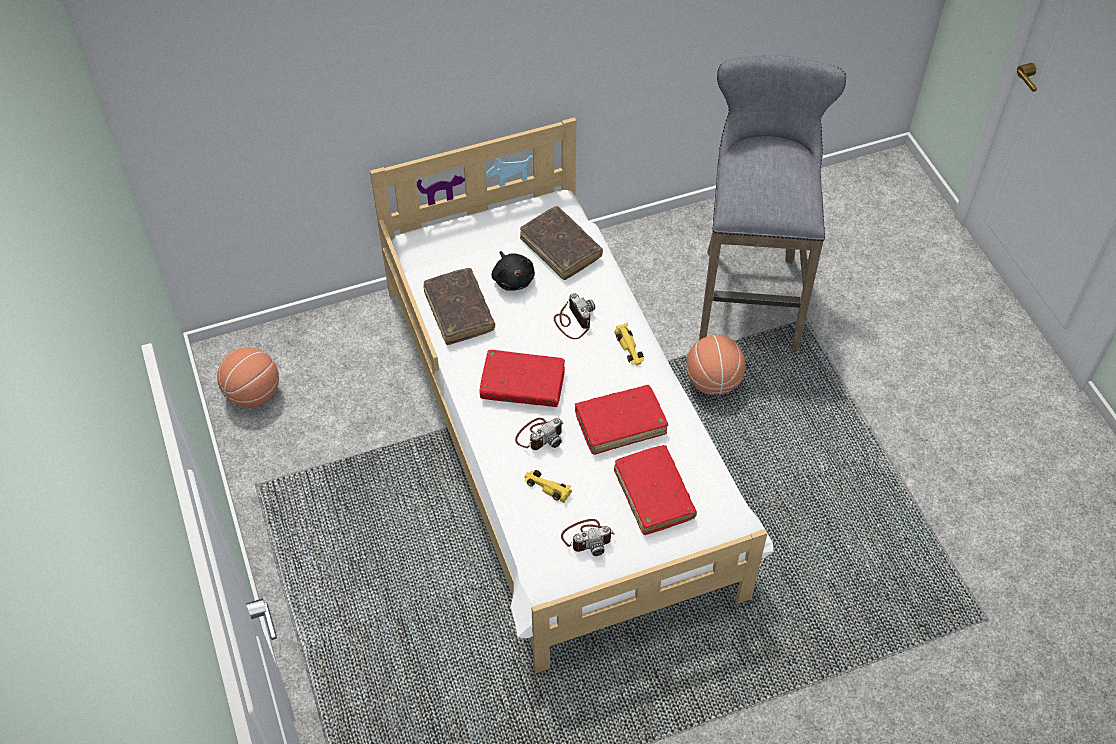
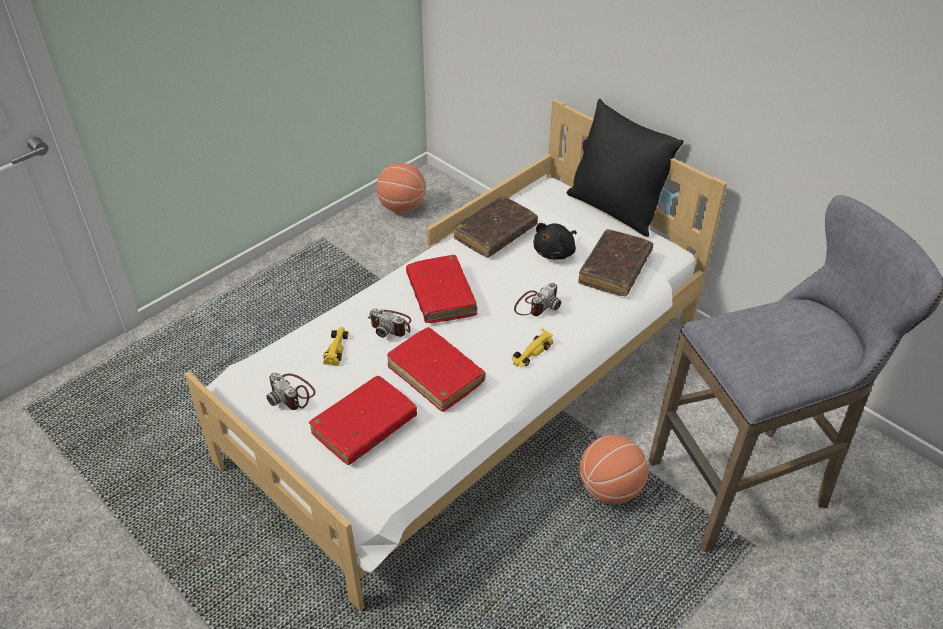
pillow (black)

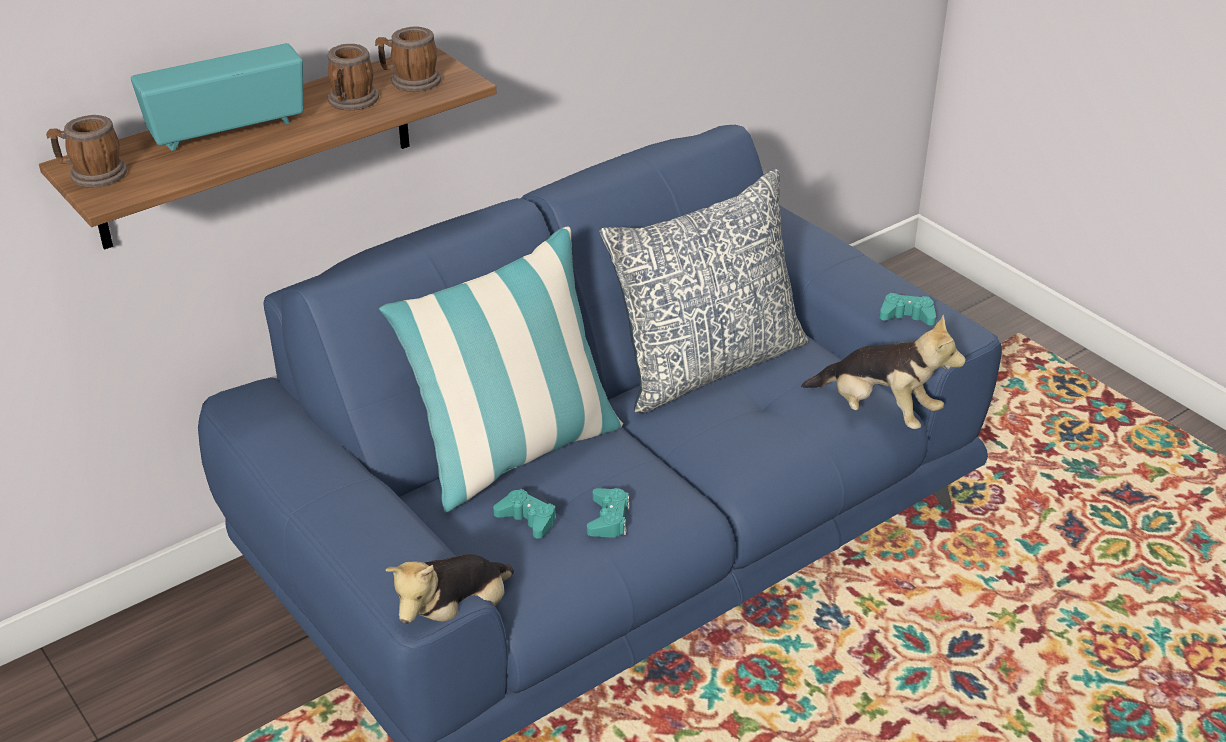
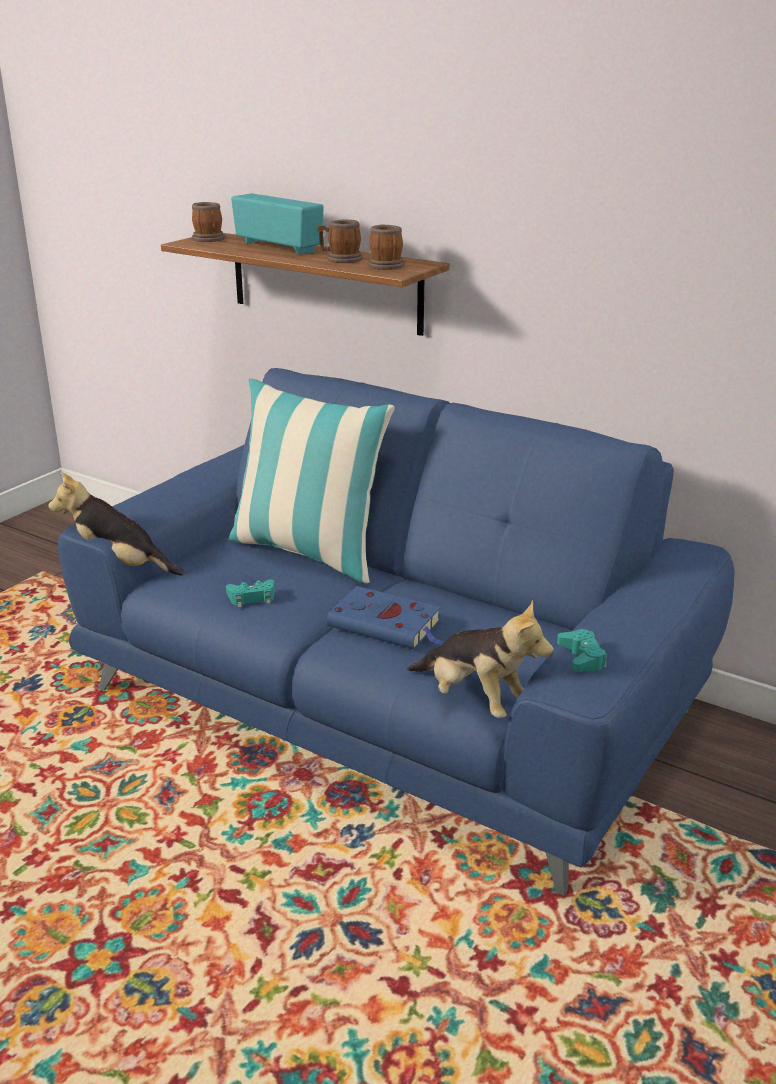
book (blue)
plush toy (2nd from left)
game controller (turquoise) (1st from left in the first image)
pillow (2nd from left in the first image)

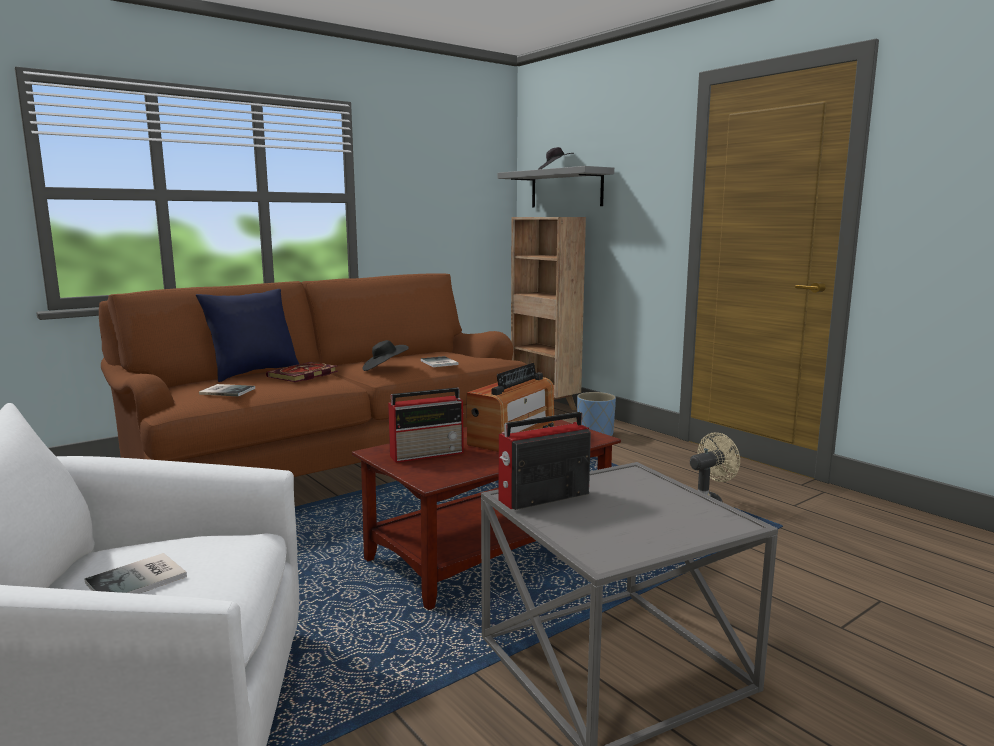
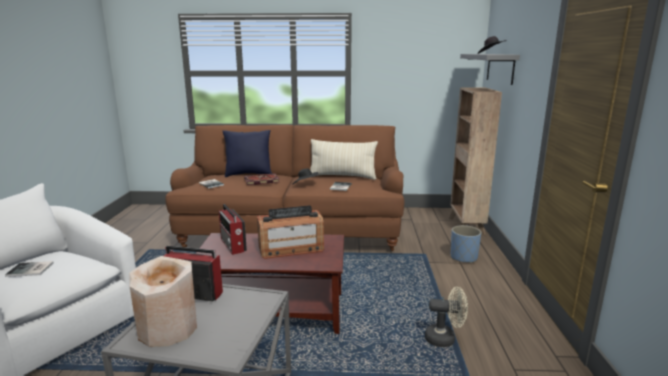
vase (beige)
radio (2nd from left)
pillow (beige)

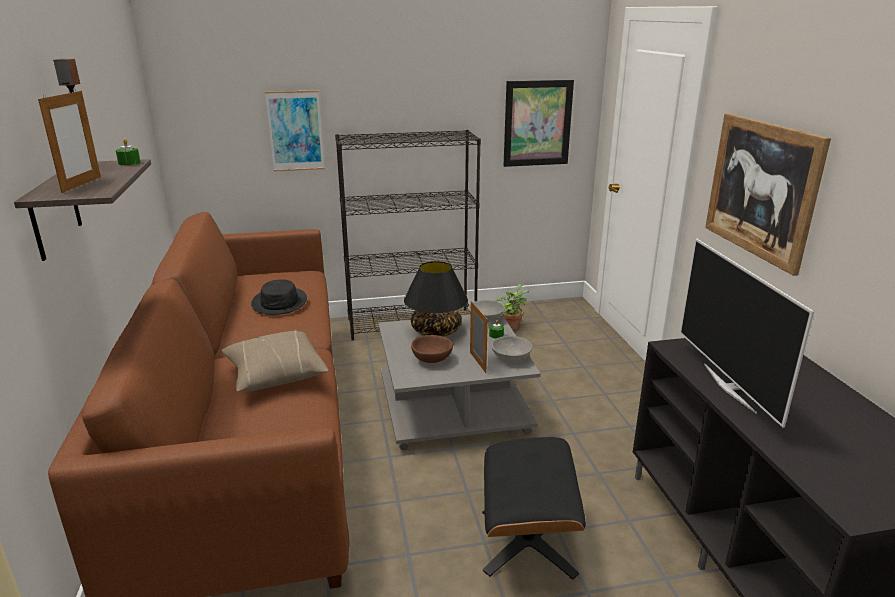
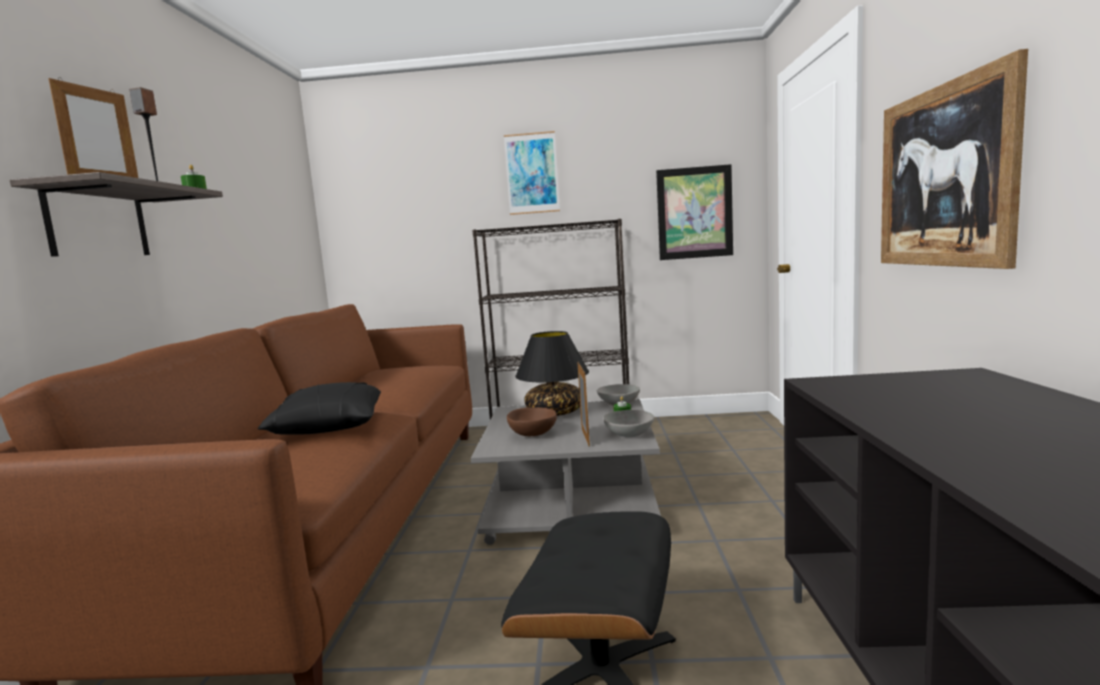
pillow (black)
picture (1st from left)
hat (black)
potted plant
television

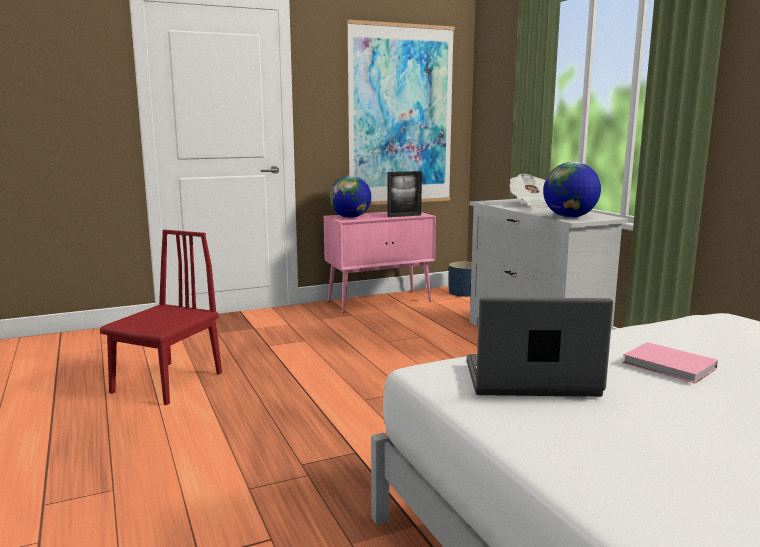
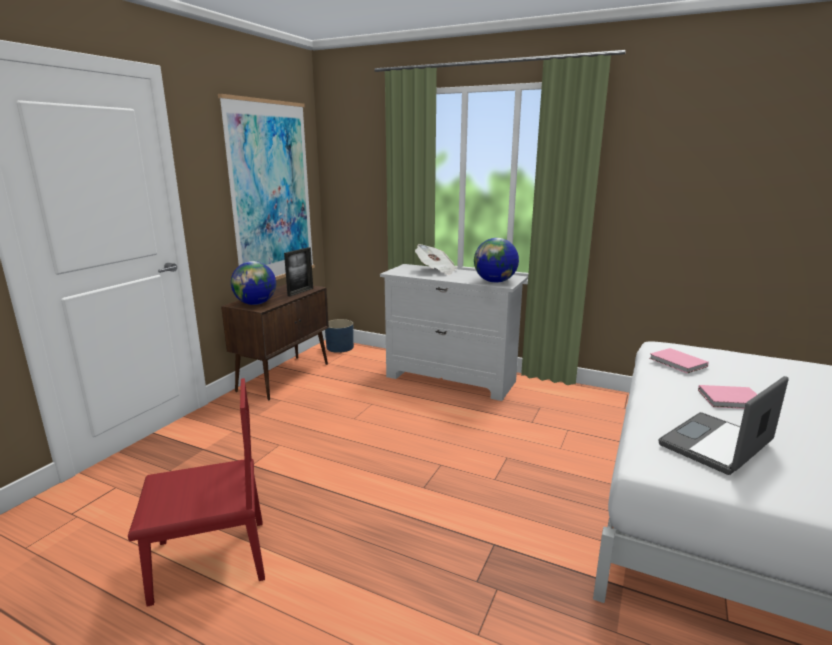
chair (red)
cabinet (brown)
book (pink) (1st from left)

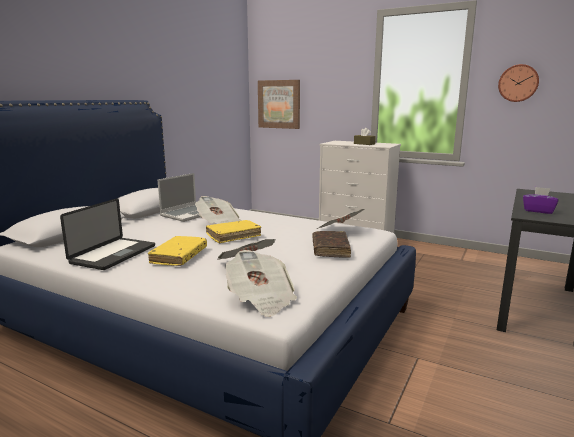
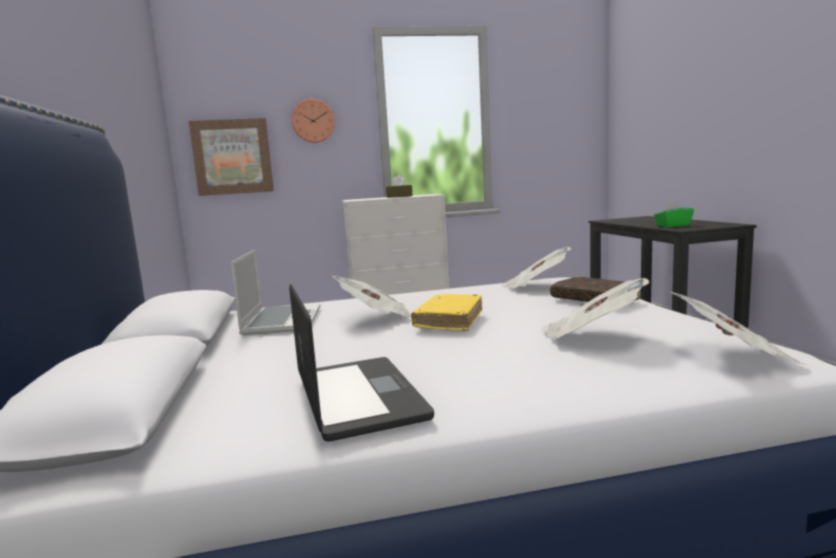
wall clock
tissue box (green)
book (yellow) (1st from left in the first image)

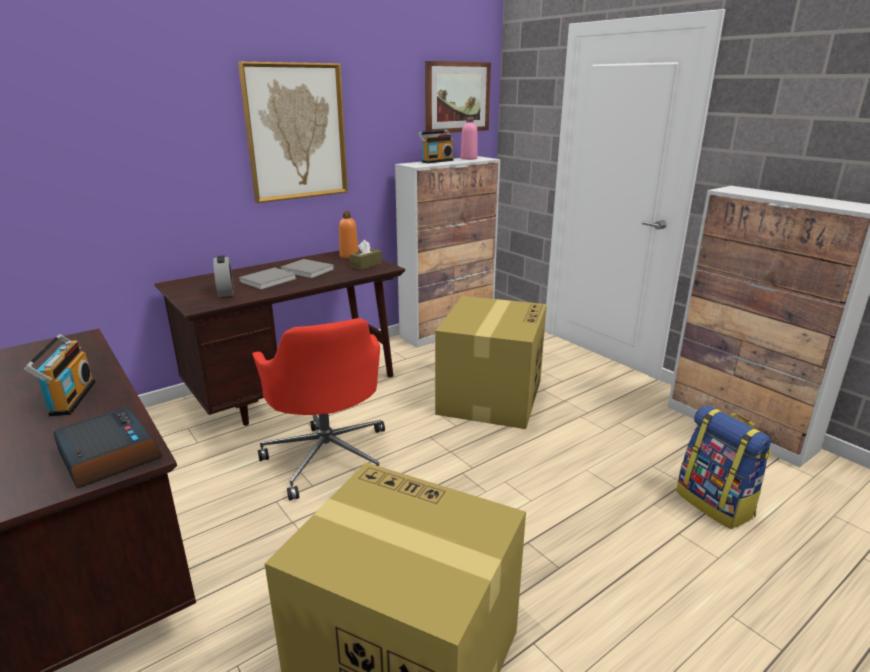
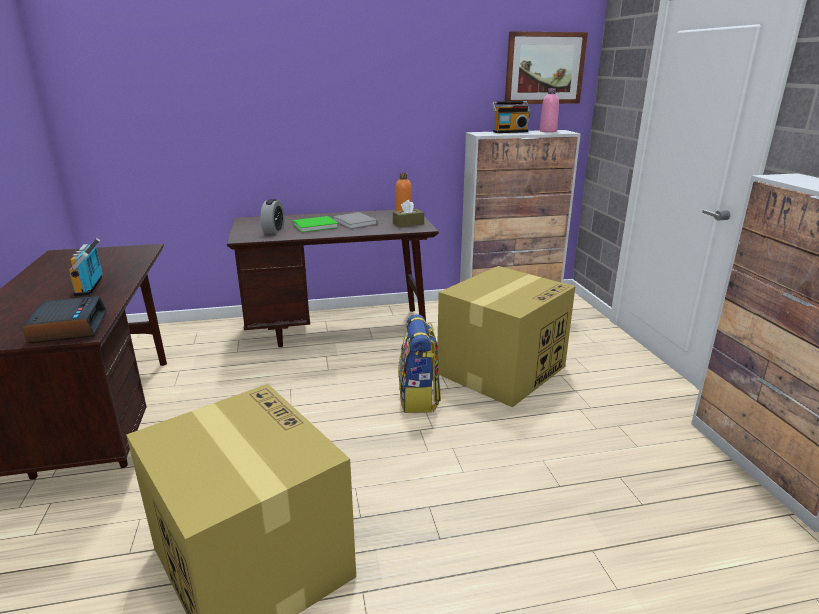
radio (1st from left)
book (green)
backpack
picture (1st from left in the first image)
office chair (red)

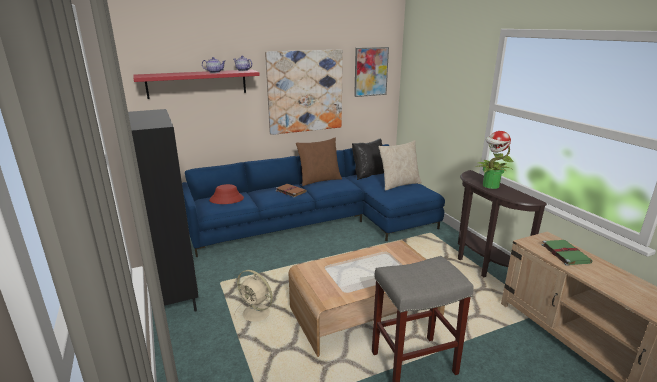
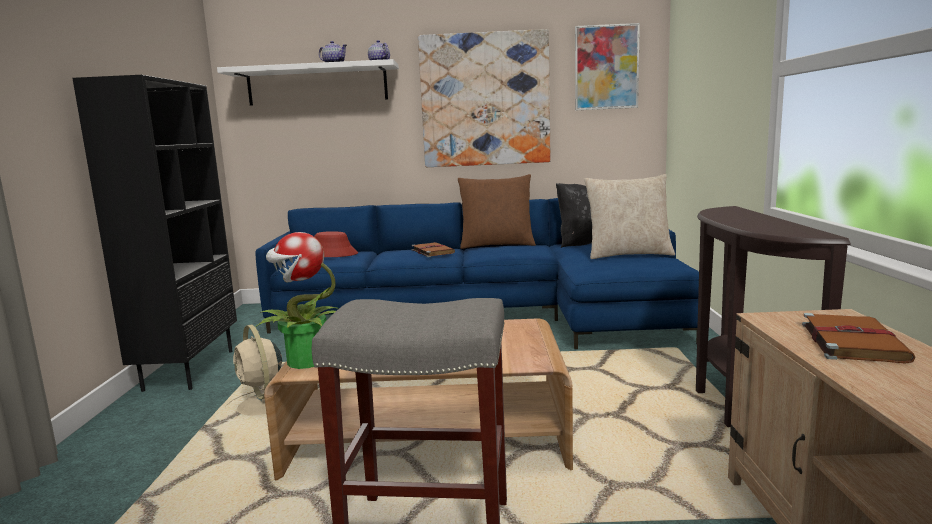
shelf (white)
potted plant
book (brown) (2nd from left)

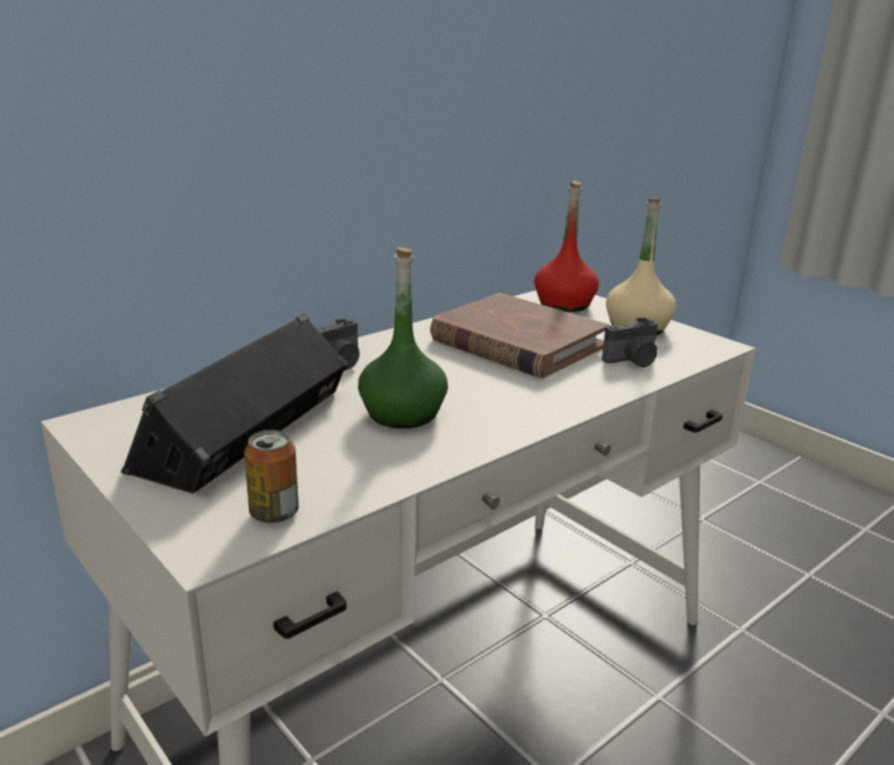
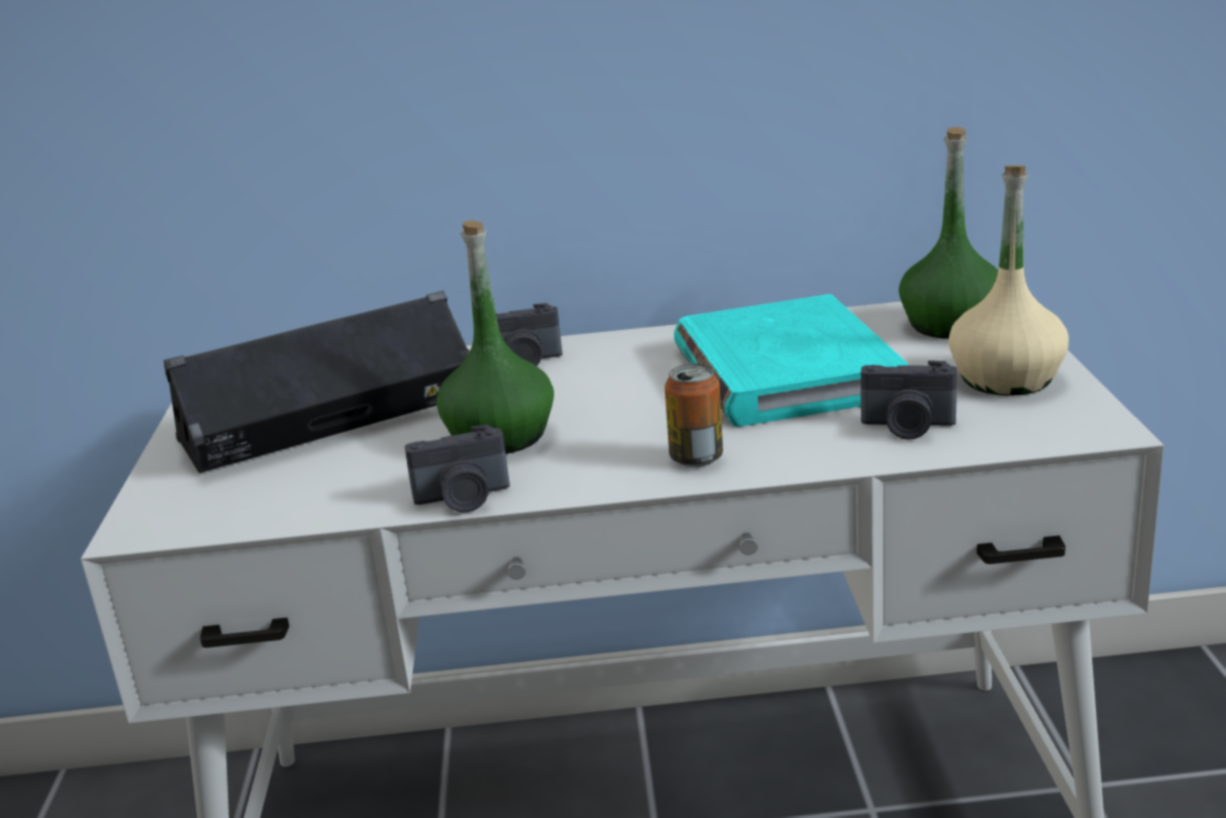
photo camera (1st from left)
can
book (turquoise)
bottle (green) (2nd from left)

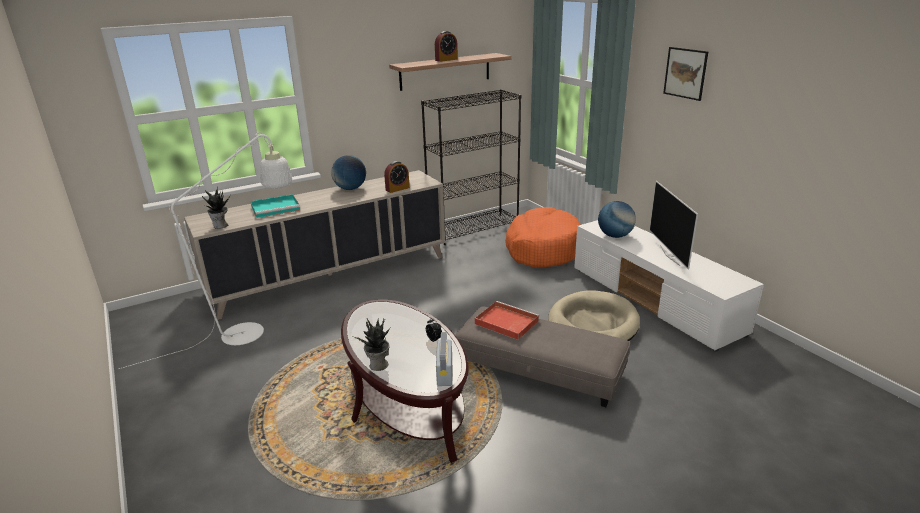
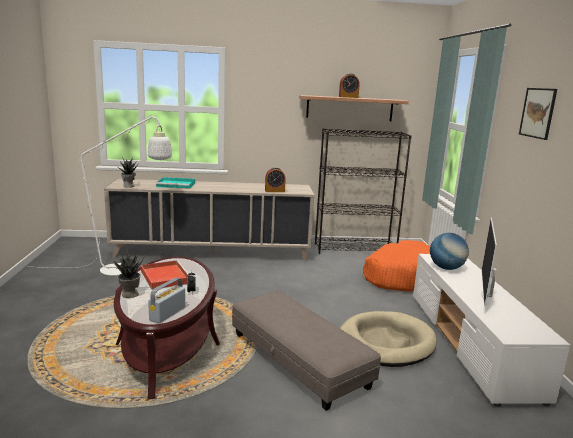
tray (red)
globe (1st from left in the first image)

